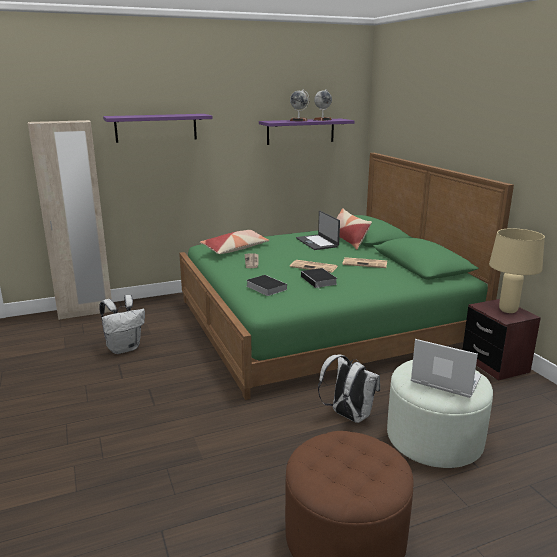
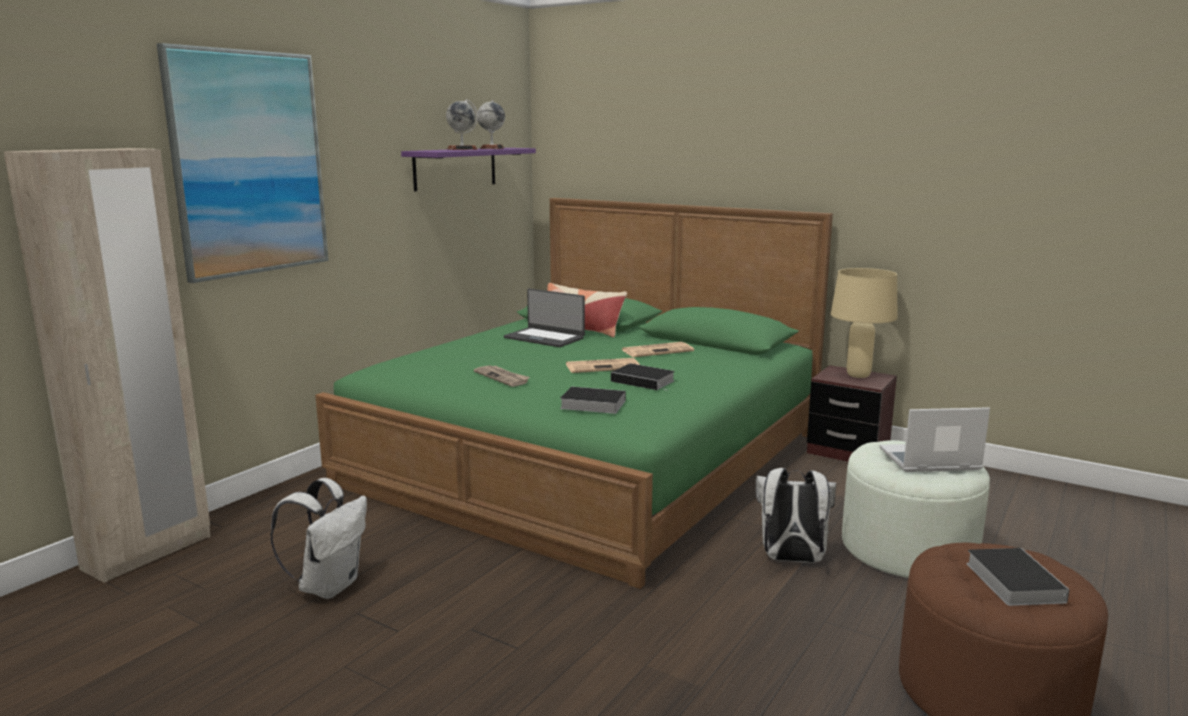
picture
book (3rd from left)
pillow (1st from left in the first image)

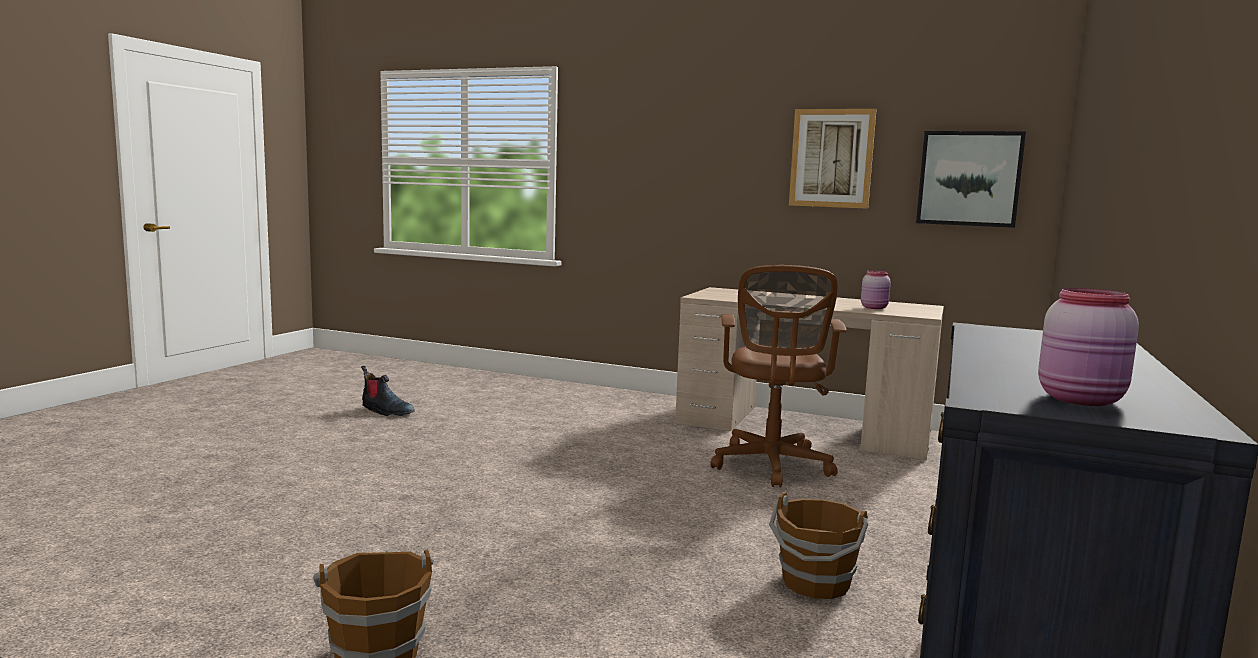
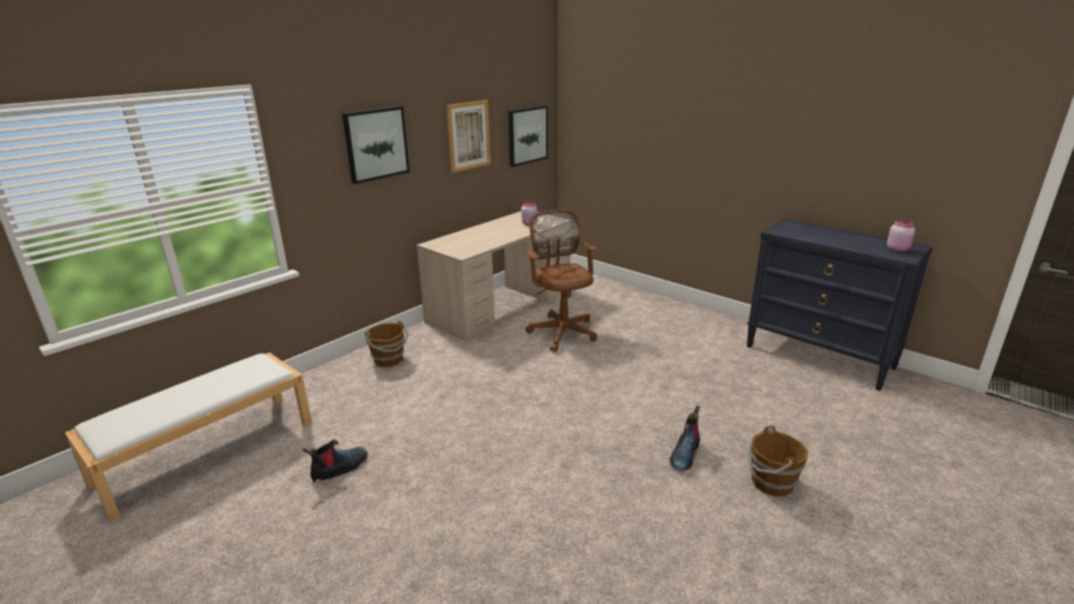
bench (white)
picture (1st from left)
bucket (brown) (1st from left)
office chair (brown)
boot (2nd from left)

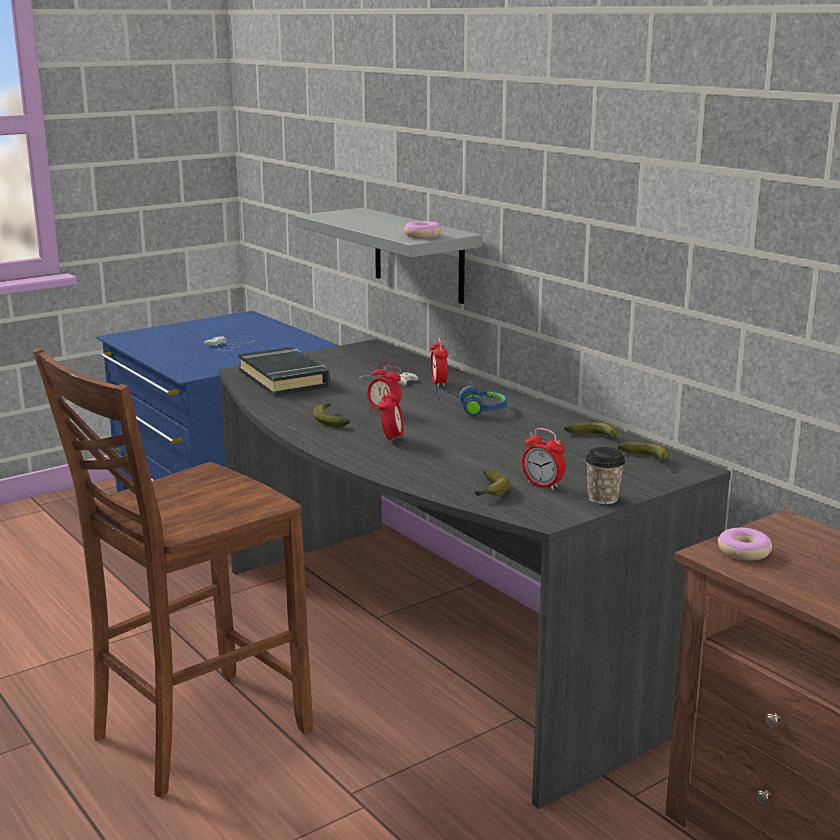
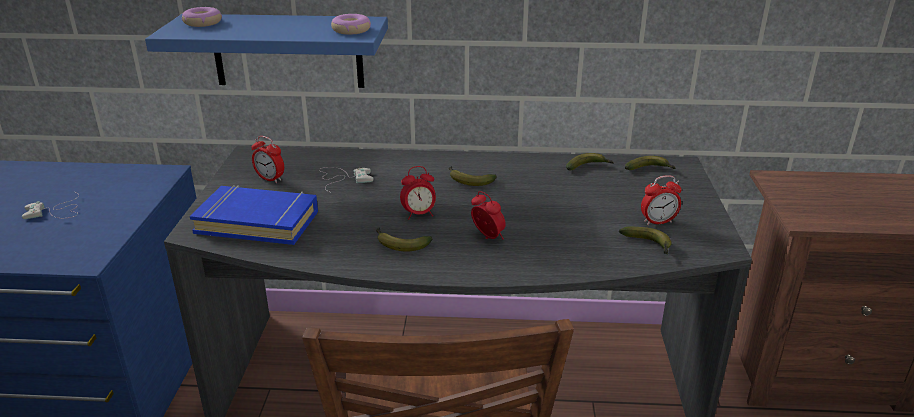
shelf (blue)
donut (1st from left)
book (blue)
alarm clock (1st from left)
banana (2nd from left)
cup

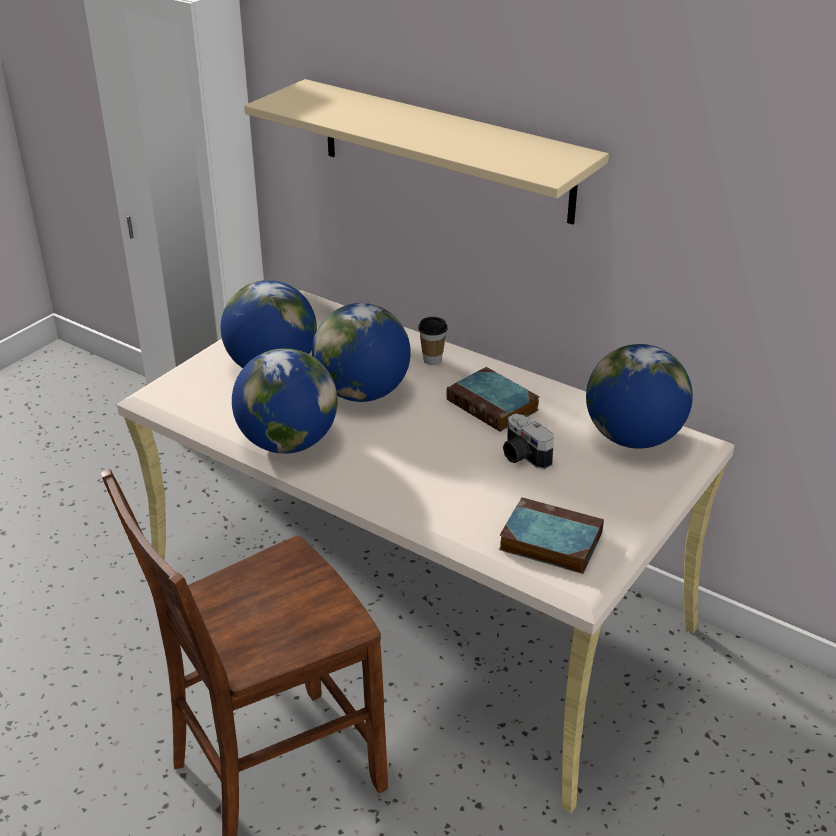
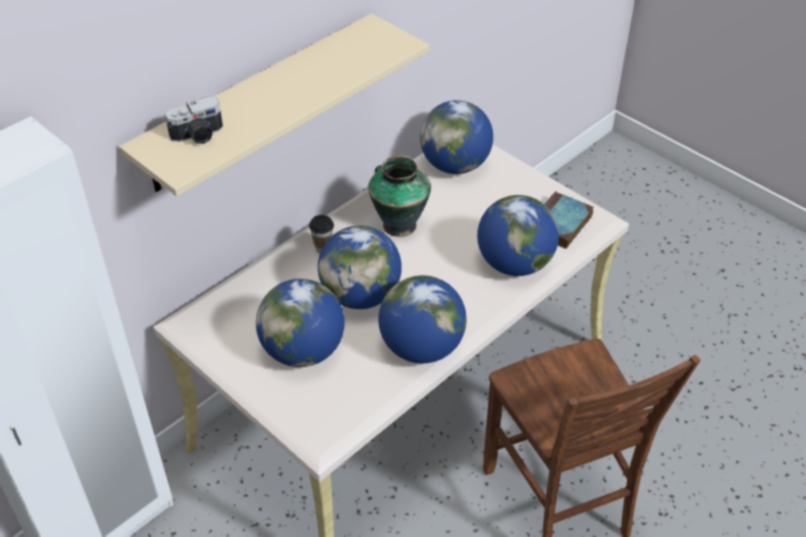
photo camera
vase
globe (5th from left)

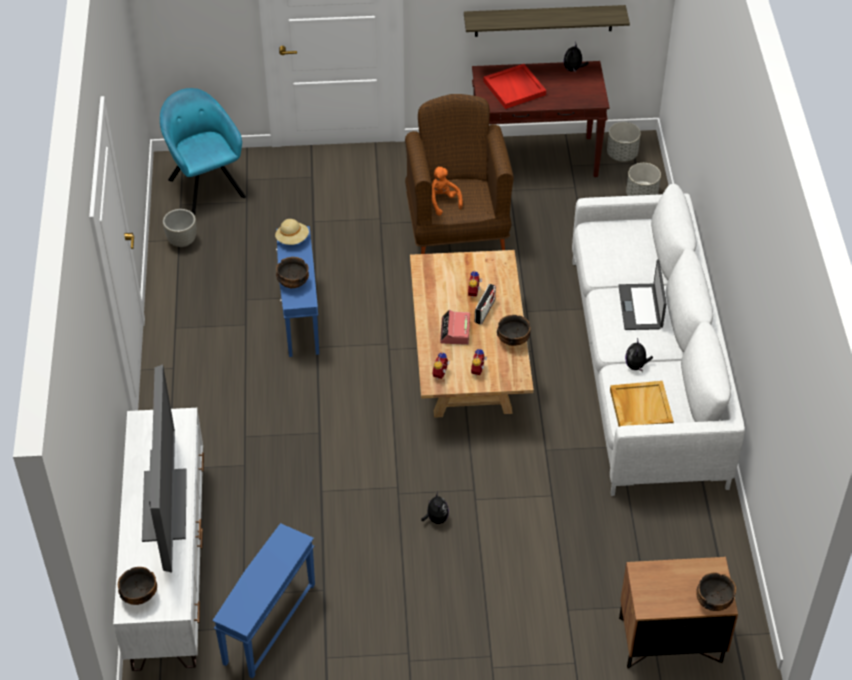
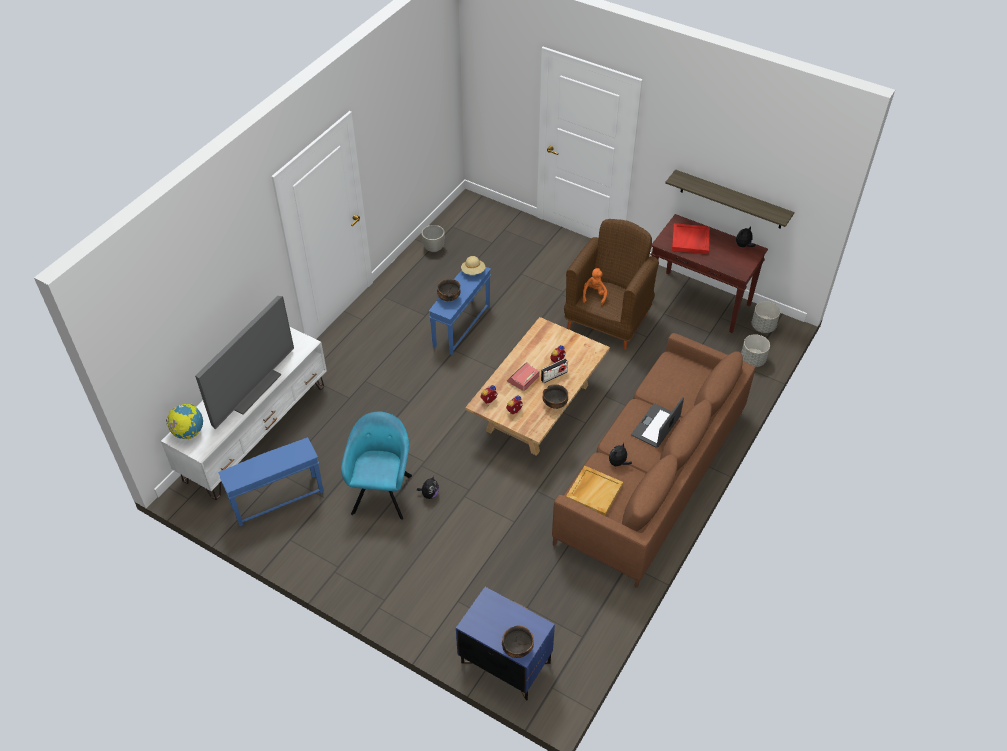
globe
armchair (turquoise)
nightstand (blue)
sofa (brown)

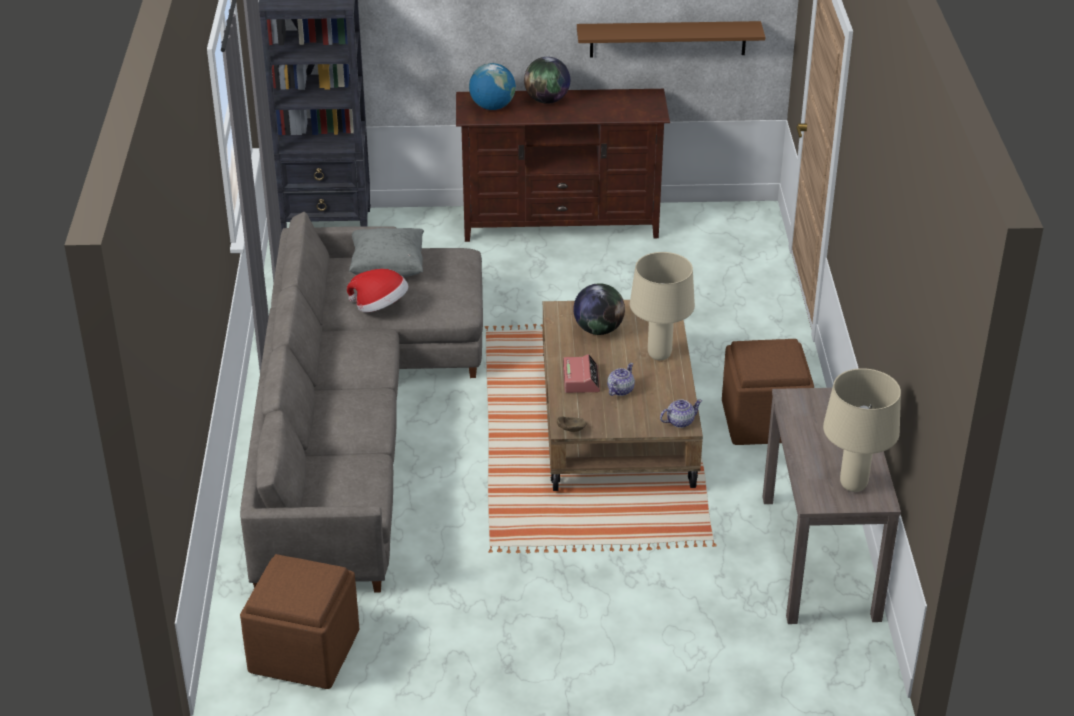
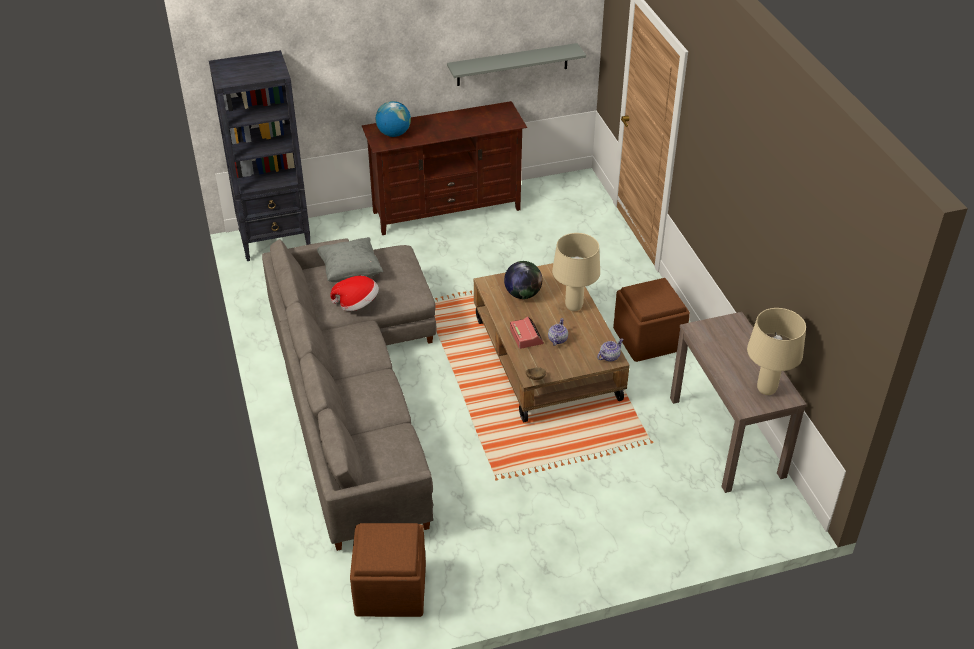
shelf (grey)
globe (2nd from left in the first image)

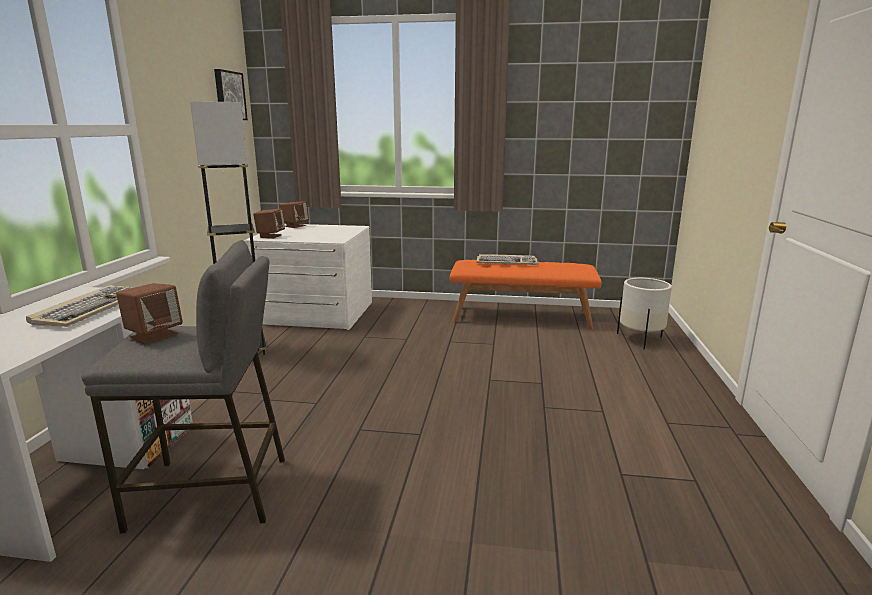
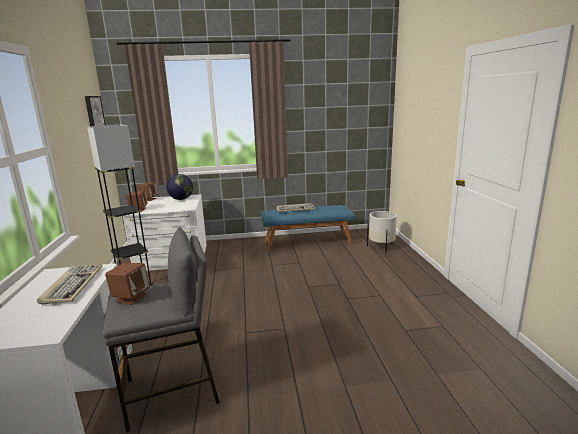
globe
bench (blue)

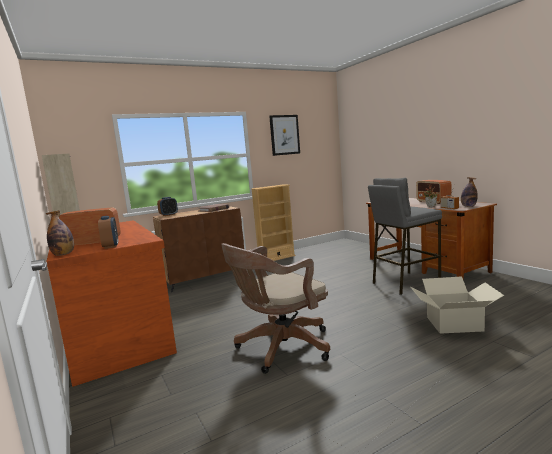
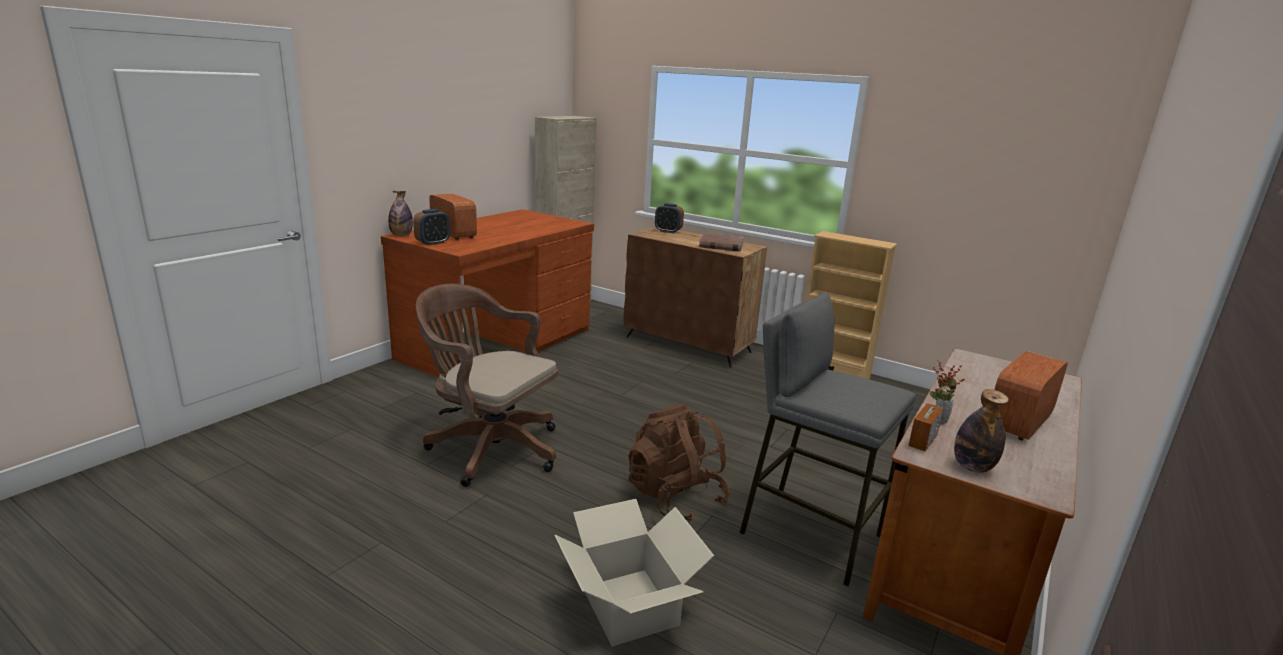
backpack (brown)
picture

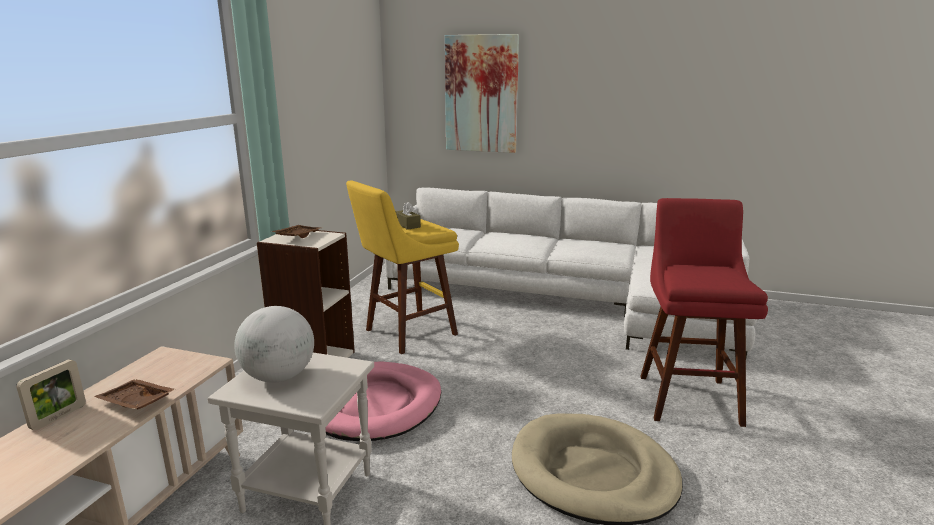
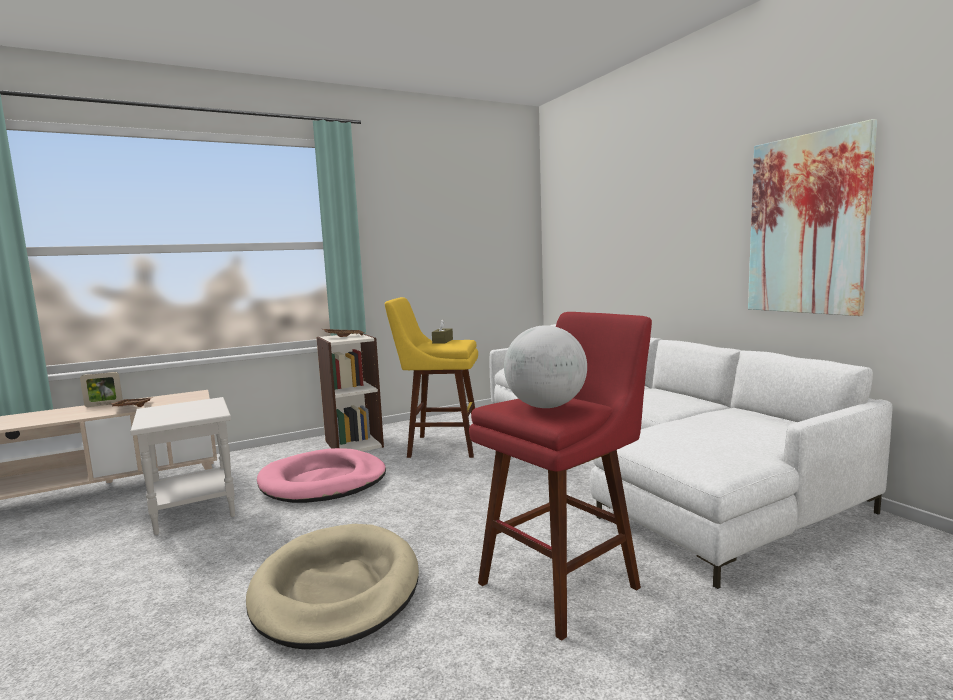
globe
picture

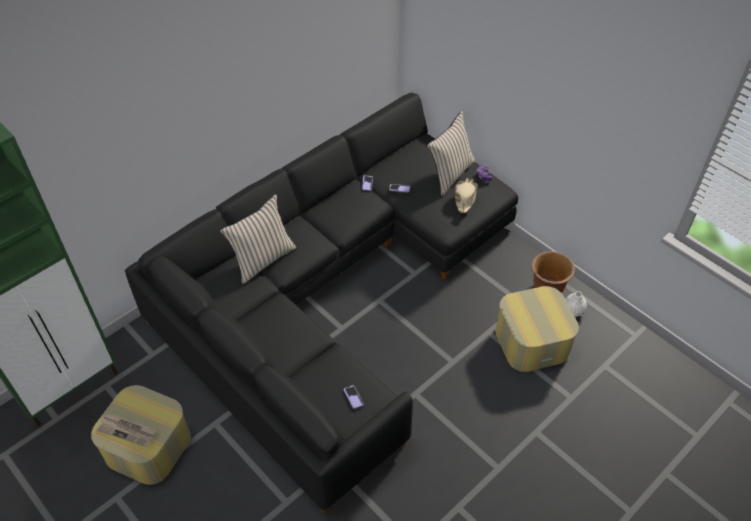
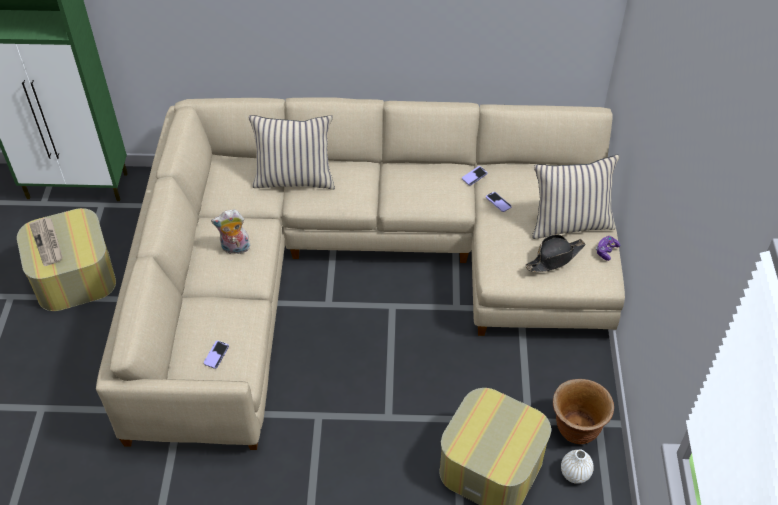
sofa (beige)
plush toy
hat (black)

